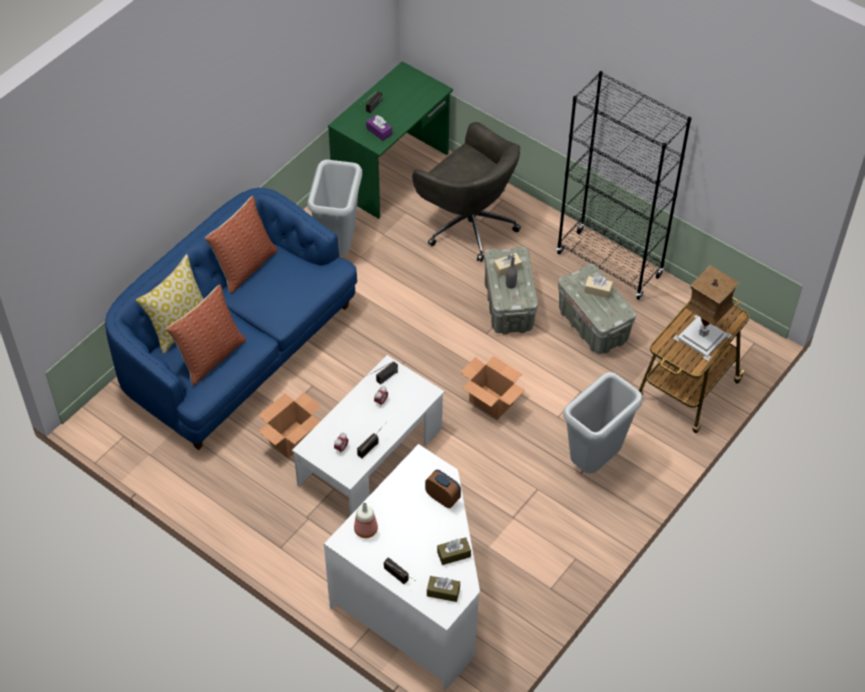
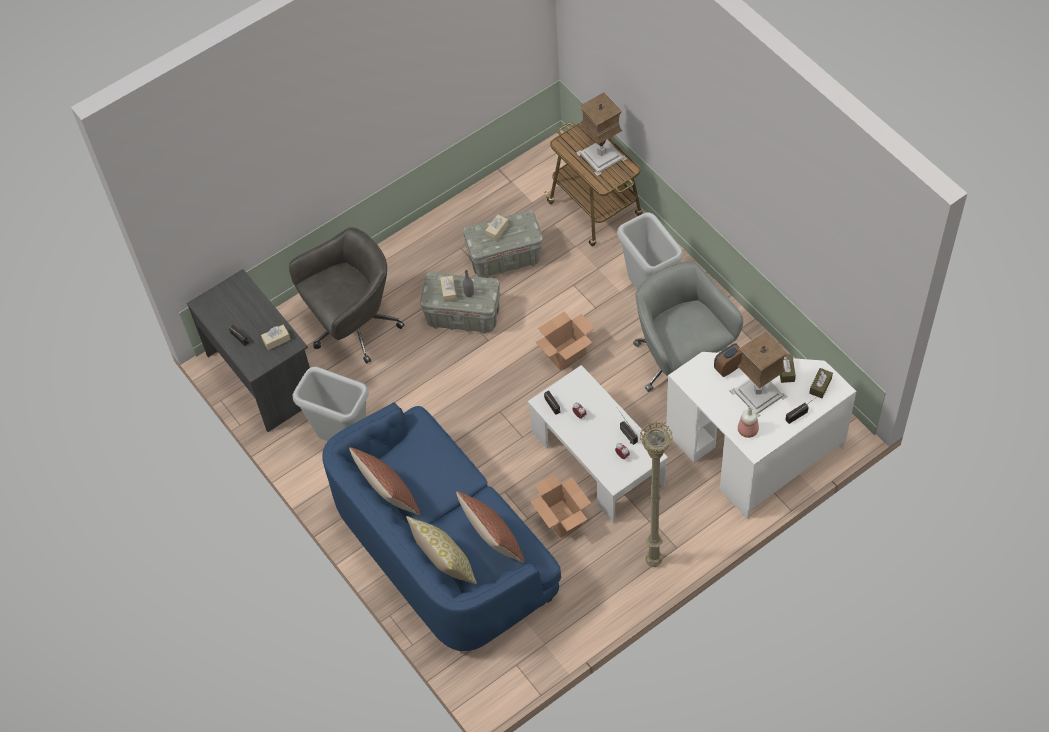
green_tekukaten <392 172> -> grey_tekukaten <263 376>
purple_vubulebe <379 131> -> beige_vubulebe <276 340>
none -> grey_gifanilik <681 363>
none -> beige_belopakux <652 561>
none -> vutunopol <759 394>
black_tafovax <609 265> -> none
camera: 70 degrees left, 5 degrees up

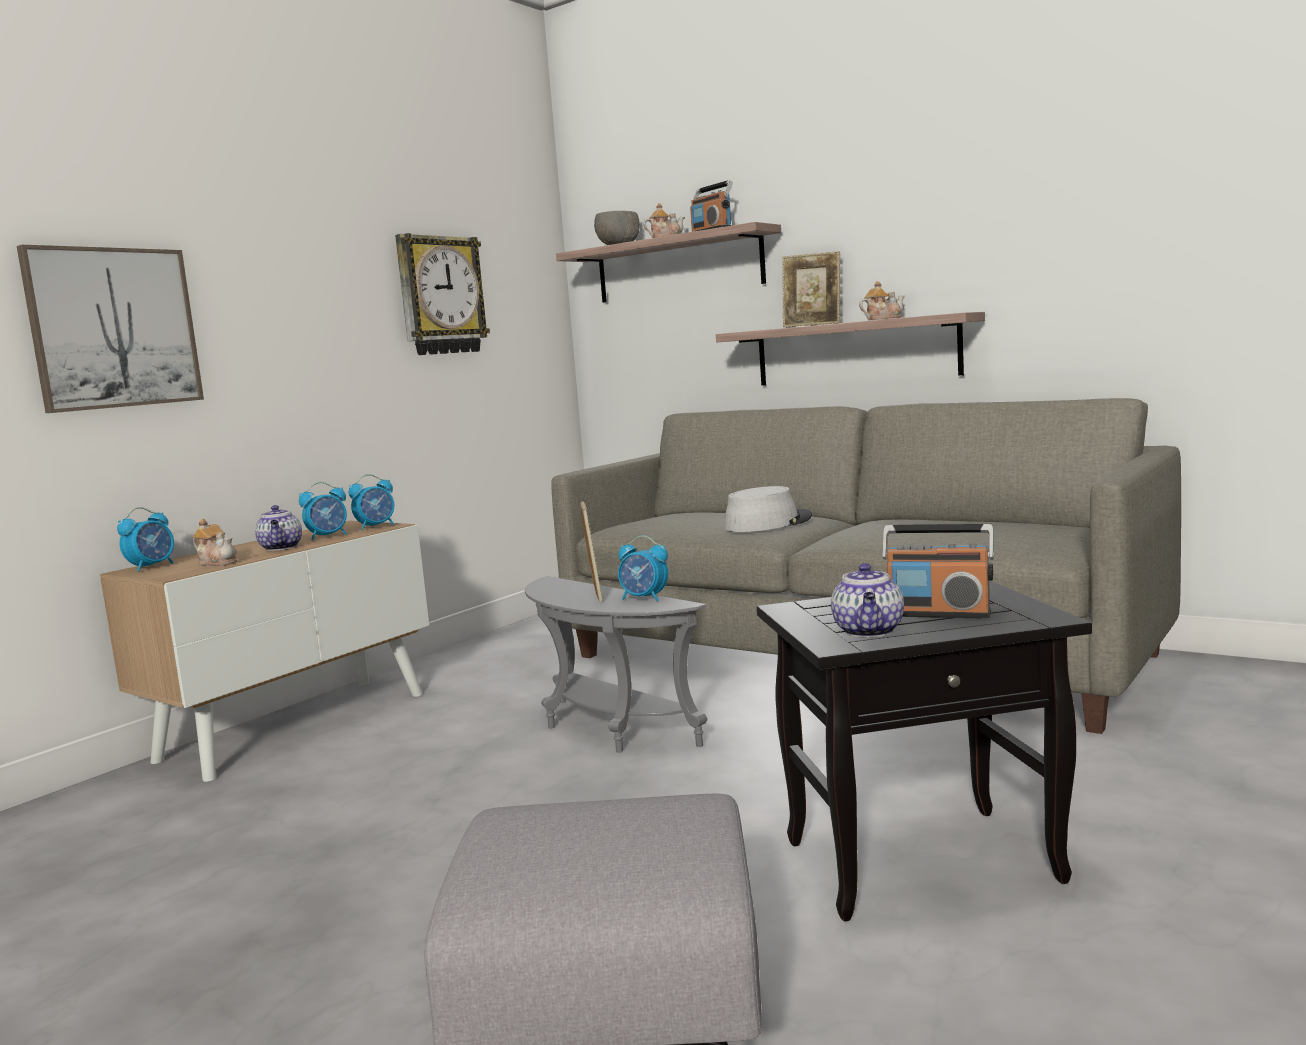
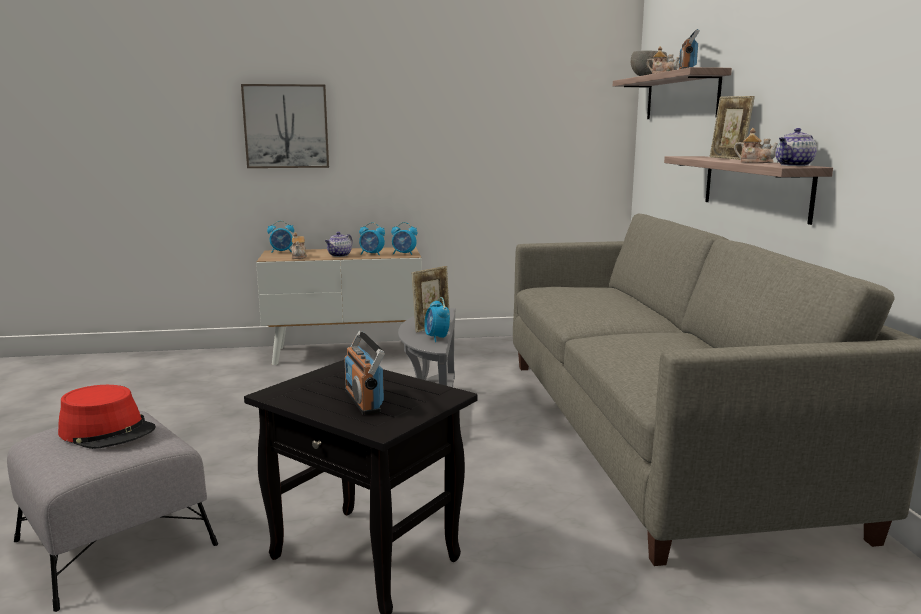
none -> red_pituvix <108 431>
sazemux <869 631> -> sazemux <794 165>, move
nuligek <440 295> -> none
grey_pituvix <768 523> -> none
camera: 45 degrees right, 5 degrees up

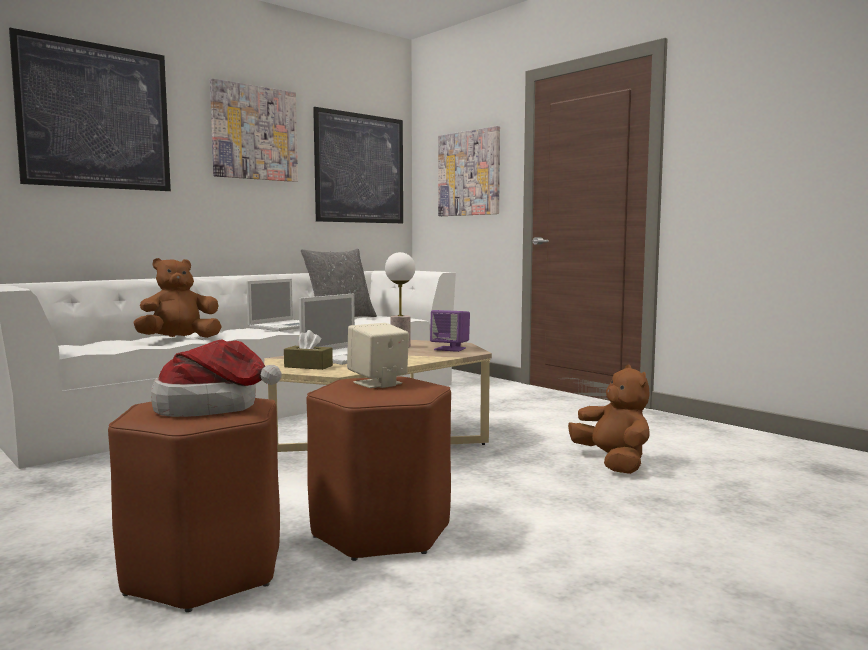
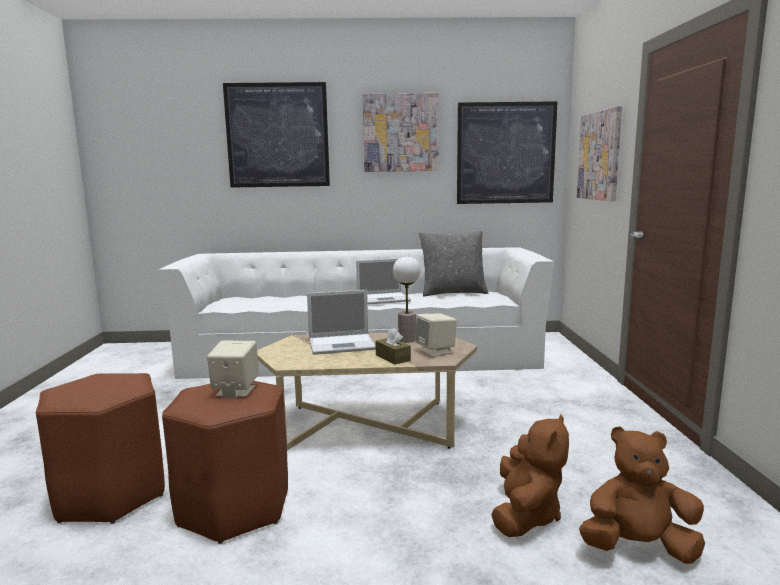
brown_vubulebe <308 366> -> brown_vubulebe <392 358>, move
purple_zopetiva <450 349> -> beige_zopetiva <435 351>
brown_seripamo <179 339> -> brown_seripamo <638 548>, move
pituvix <214 407> -> none
camera: 40 degrees right, 5 degrees up

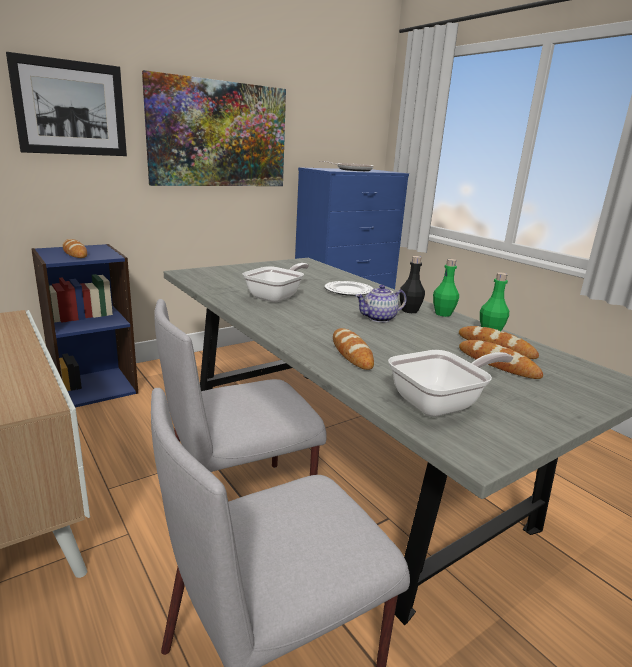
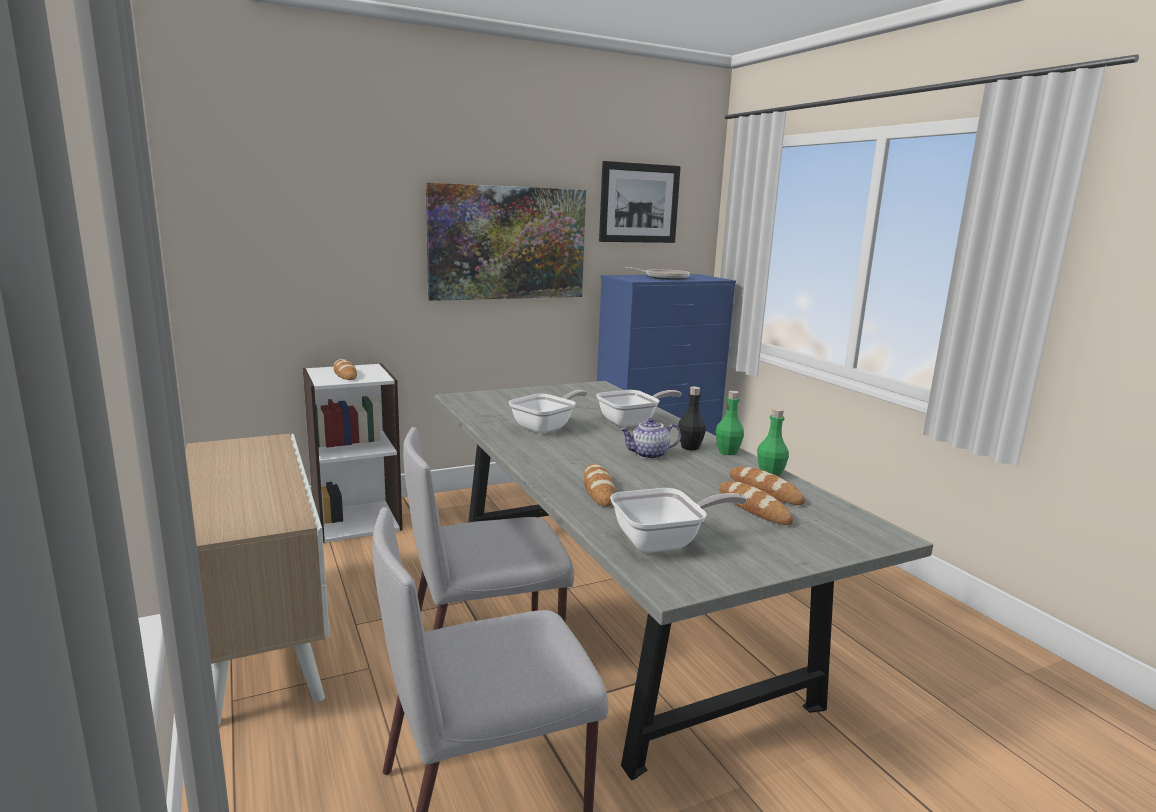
blue_tafovax <94 387> -> white_tafovax <356 520>
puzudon <349 290> -> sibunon <632 422>
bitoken <71 108> -> bitoken <639 203>, move
camera: 10 degrees right, 5 degrees down

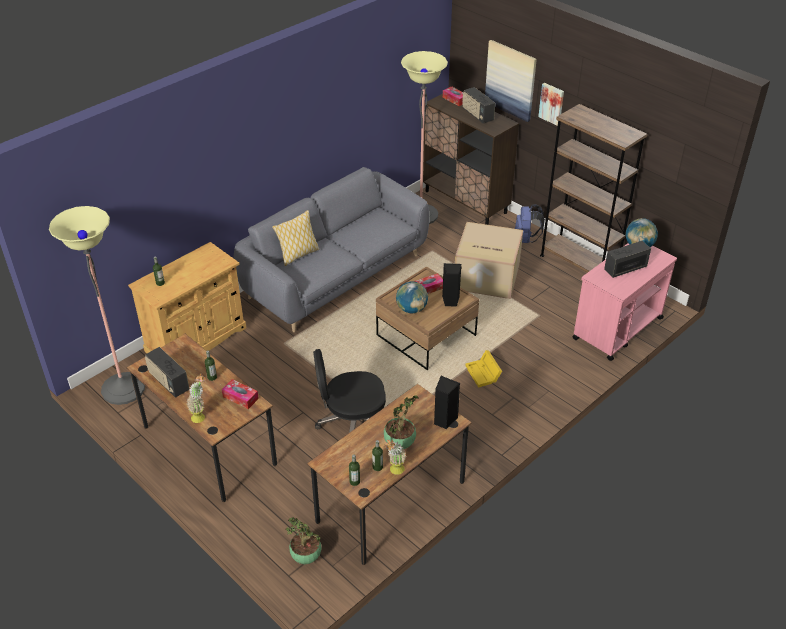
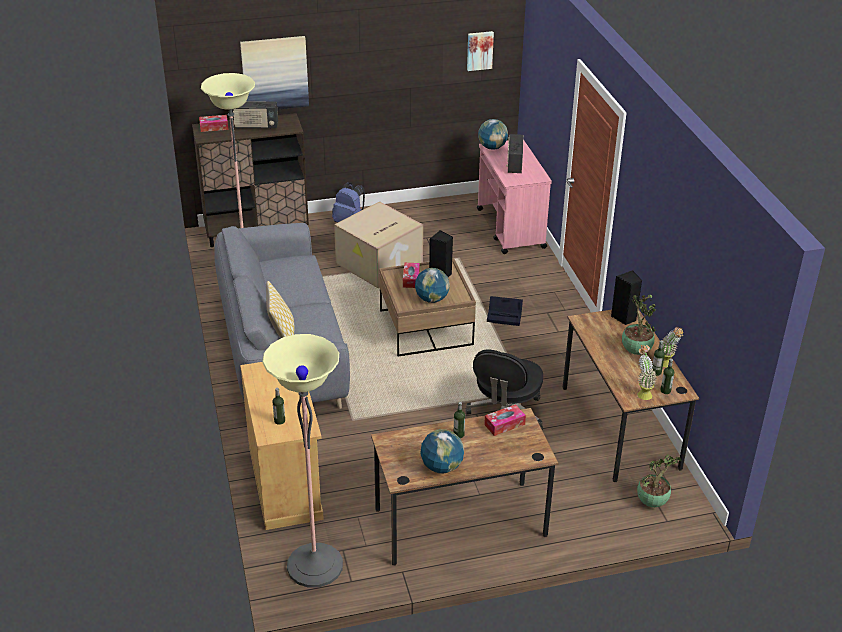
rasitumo <168 382> -> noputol <441 467>
bitoken <552 103> -> bitoken <479 50>, move
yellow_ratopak <483 374> -> black_ratopak <505 316>
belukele <200 415> -> belukele <642 393>, move
brown_tafovax <578 264> -> none
camera: 60 degrees left, 5 degrees down

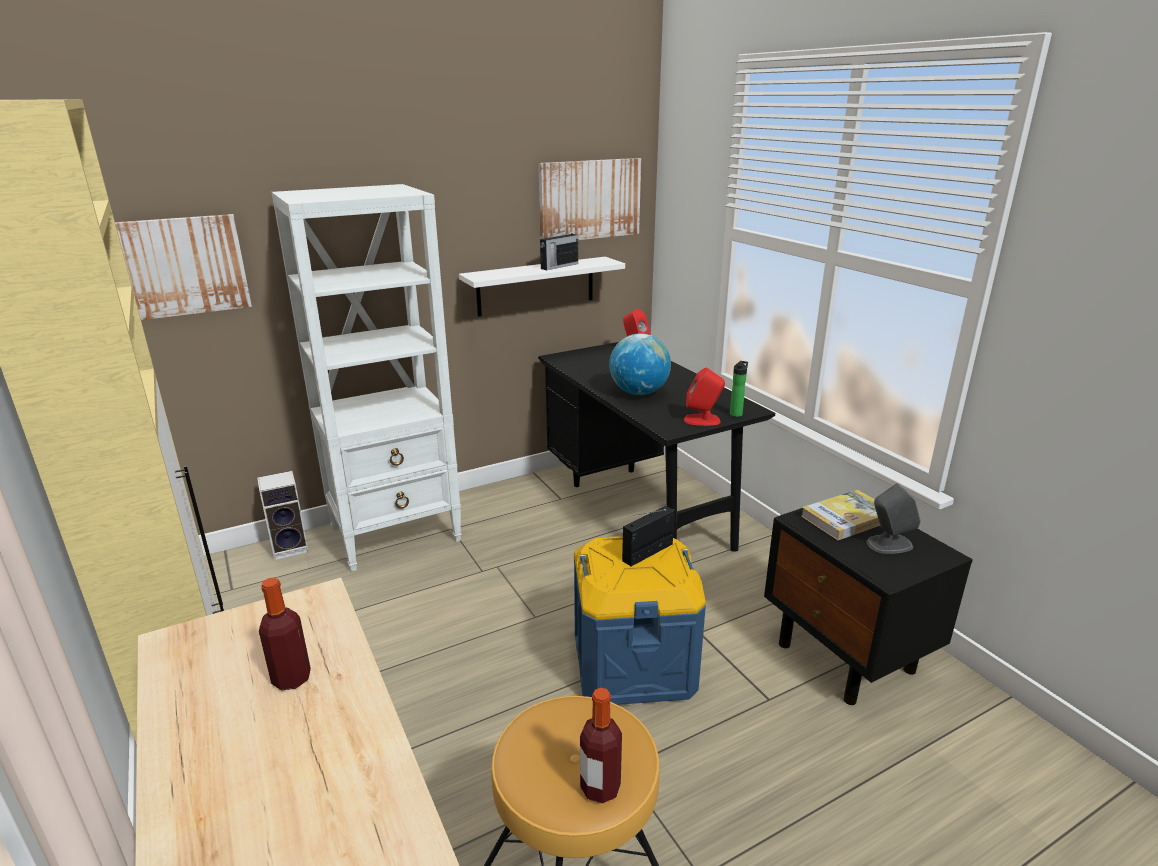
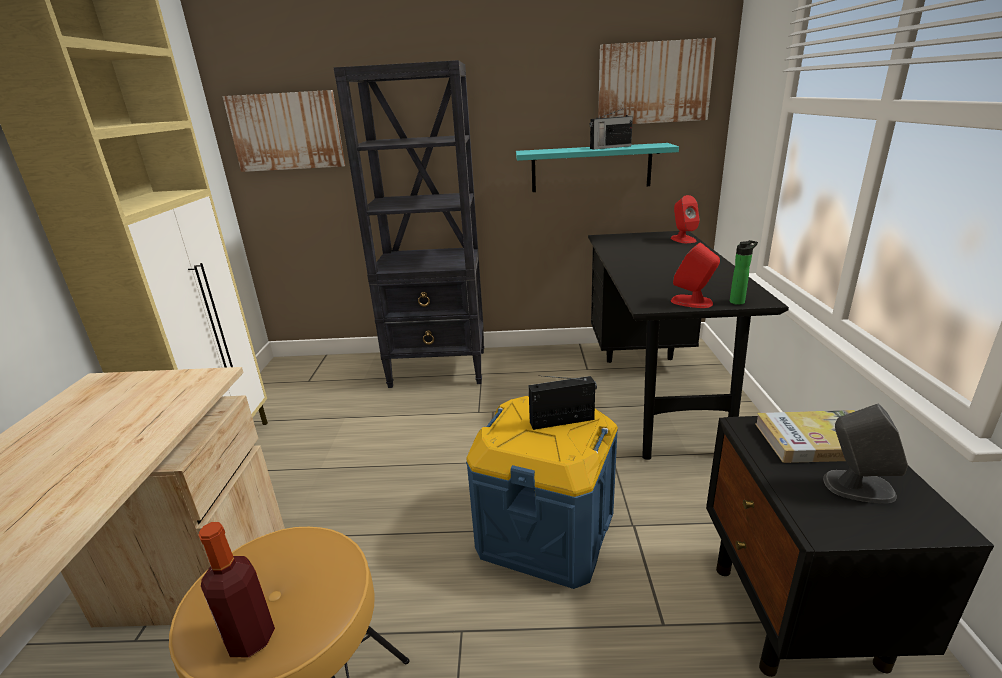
white_tafovax <397 534> -> black_tafovax <439 369>
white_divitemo <536 286> -> turquoise_divitemo <591 168>
zopetiva <291 548> -> none
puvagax <291 678> -> none
noputol <639 392> -> none
camera: 30 degrees right, 0 degrees up

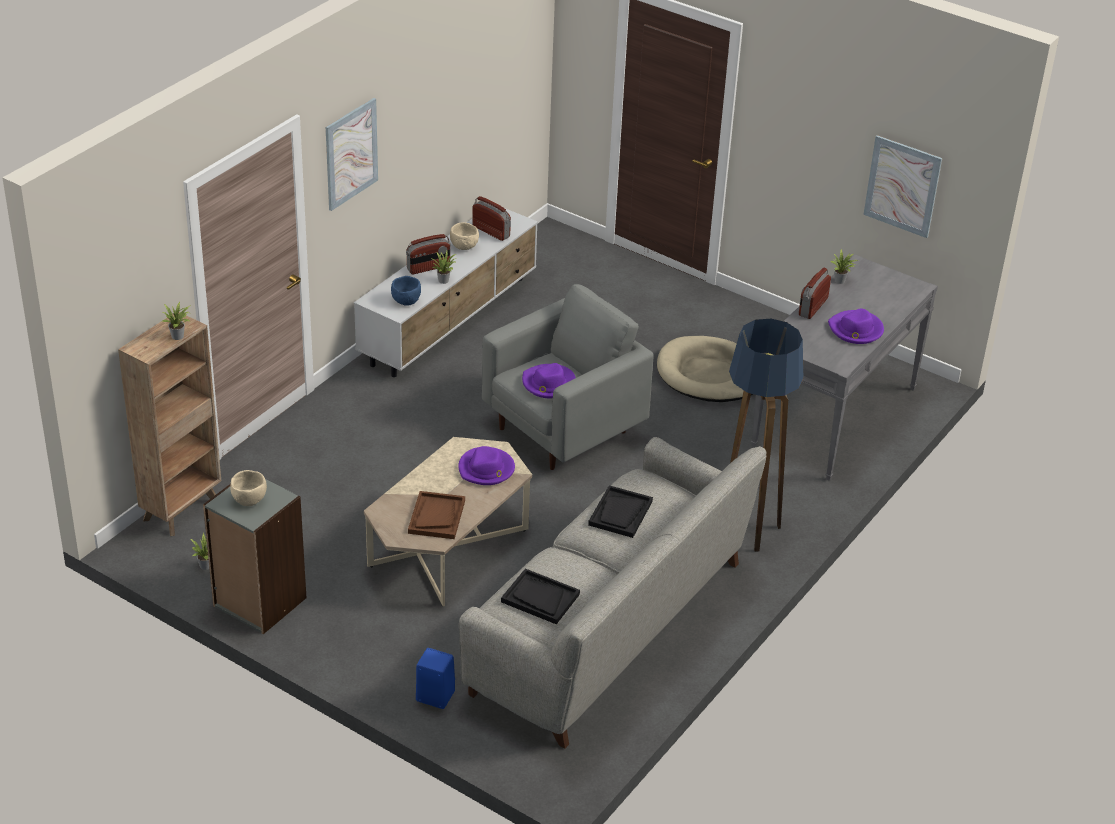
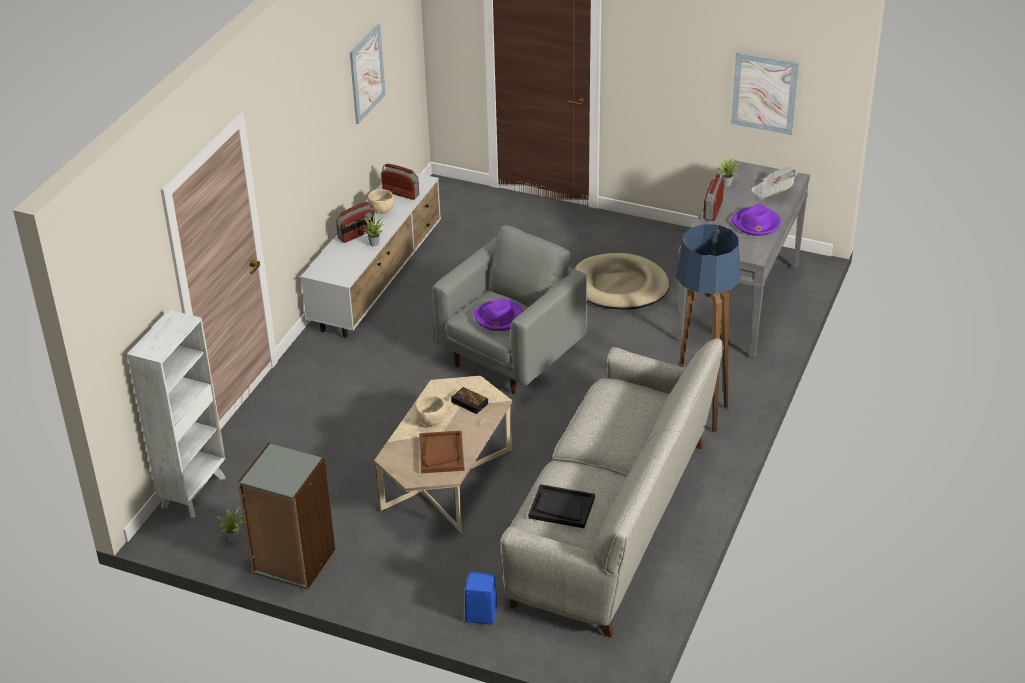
brown_tafovax <182 509> -> white_tafovax <194 491>
bitoken <351 154> -> bitoken <366 73>, move
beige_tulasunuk <249 499> -> beige_tulasunuk <431 420>, move
purple_pituvix <486 469> -> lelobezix <470 403>
none -> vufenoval <773 192>
belukele <179 336> -> none
blue_tulasunuk <406 301> -> none
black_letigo <620 513> -> none
camera: 10 degrees left, 0 degrees up

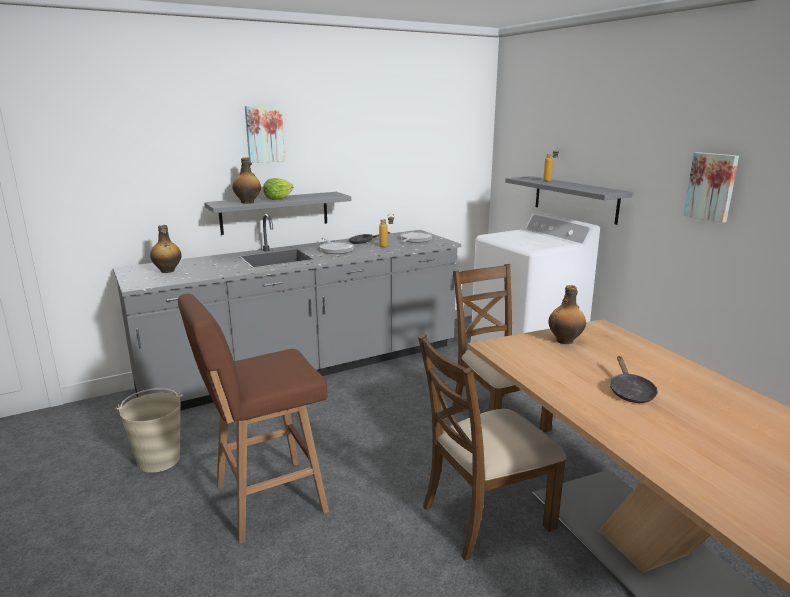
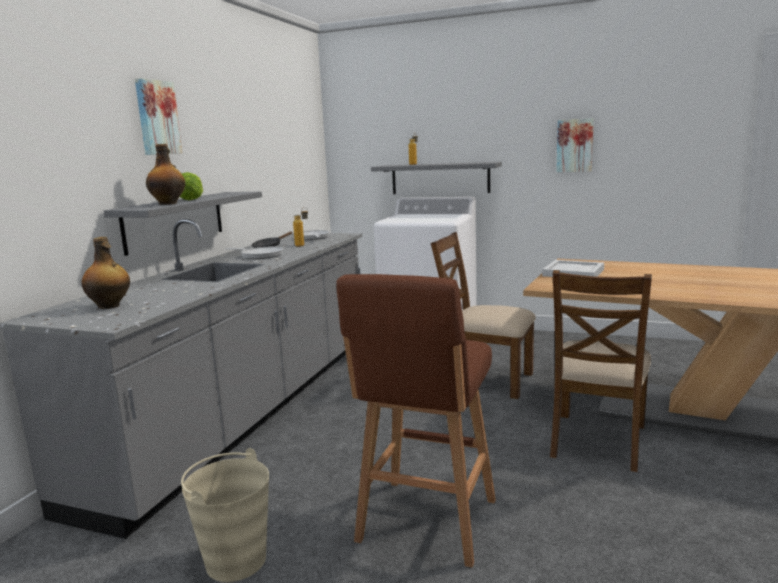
puvagax <565 341> -> white_letigo <574 272>
black_sibunon <630 392> -> none
camera: 40 degrees left, 5 degrees down

